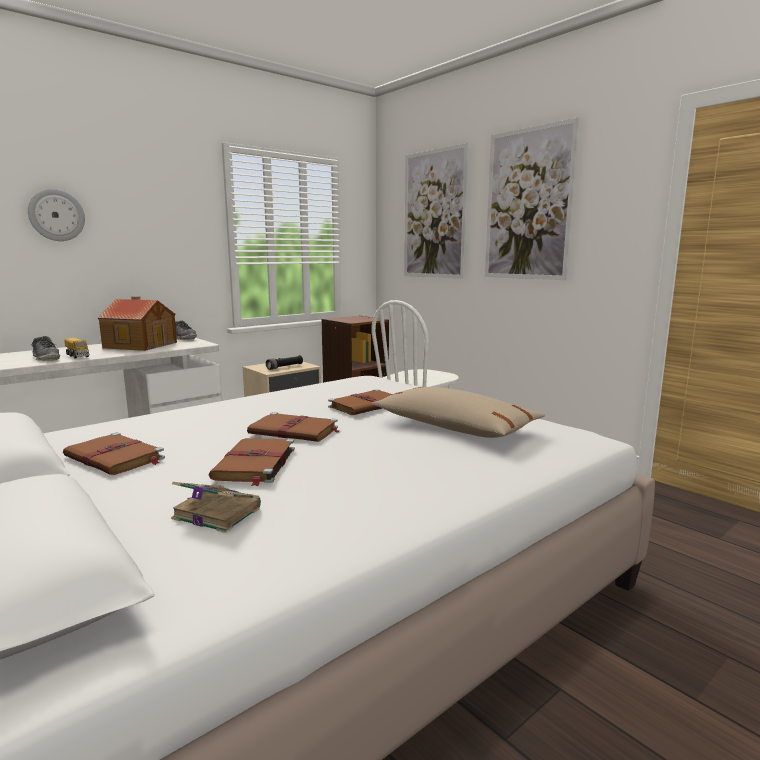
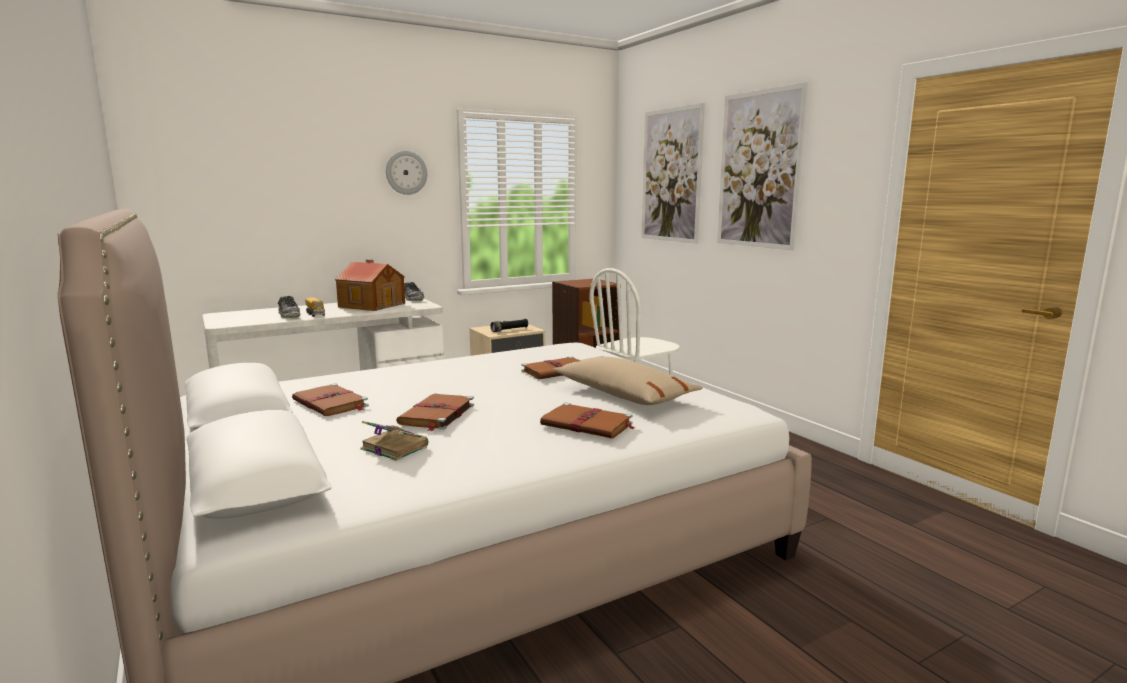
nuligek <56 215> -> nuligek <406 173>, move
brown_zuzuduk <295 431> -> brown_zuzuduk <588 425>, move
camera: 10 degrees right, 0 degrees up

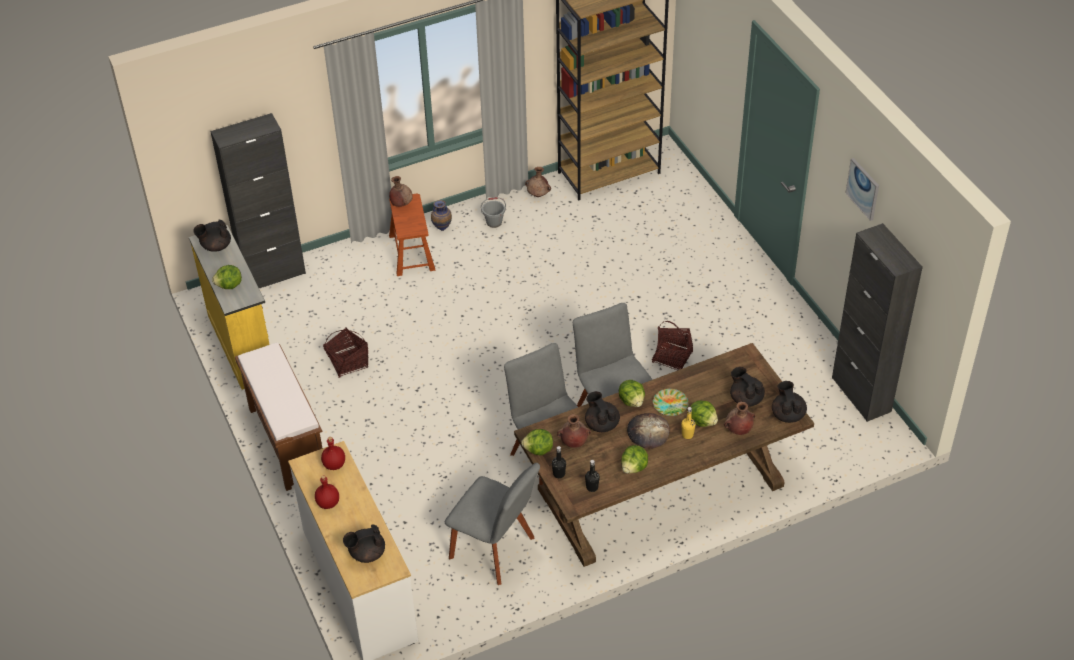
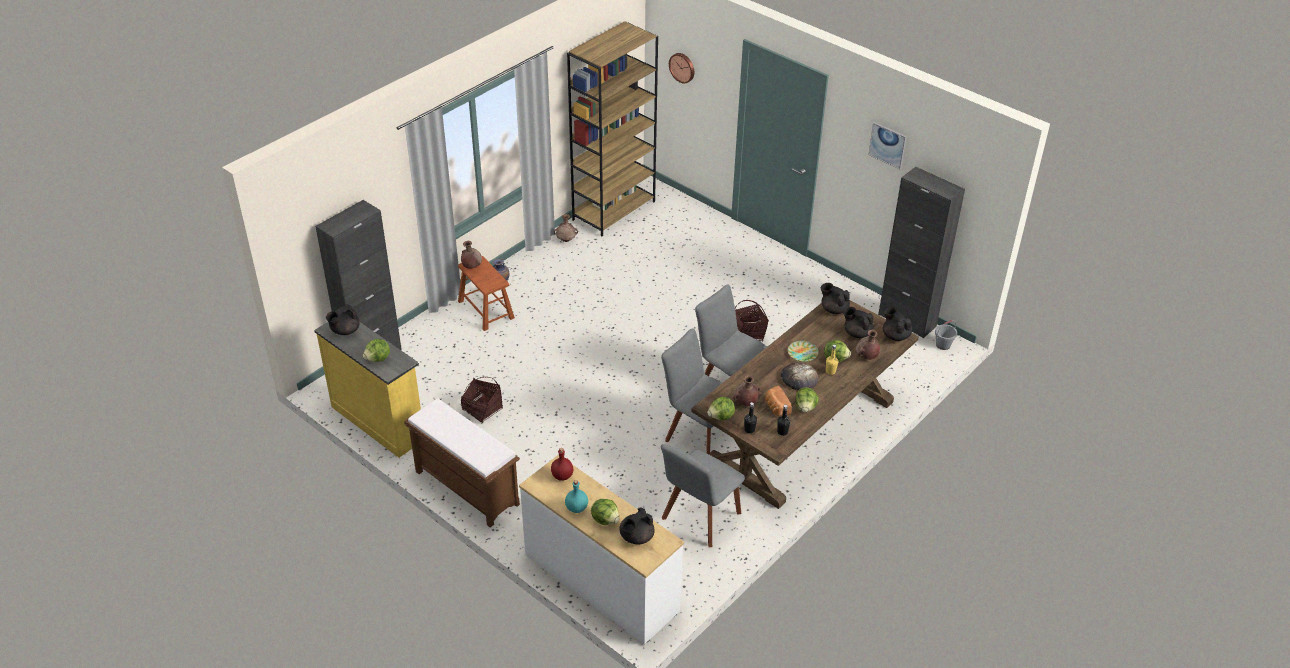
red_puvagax <327 503> -> turquoise_puvagax <576 508>
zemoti <632 401> -> zemoti <605 519>, move
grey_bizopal <495 550> -> grey_bizopal <699 518>, 120 degrees clockwise
none -> nuligek <682 67>
none -> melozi <776 408>
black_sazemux <601 424> -> black_sazemux <834 309>, move
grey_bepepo <494 222> -> grey_bepepo <943 345>, move
camera: 25 degrees left, 5 degrees down

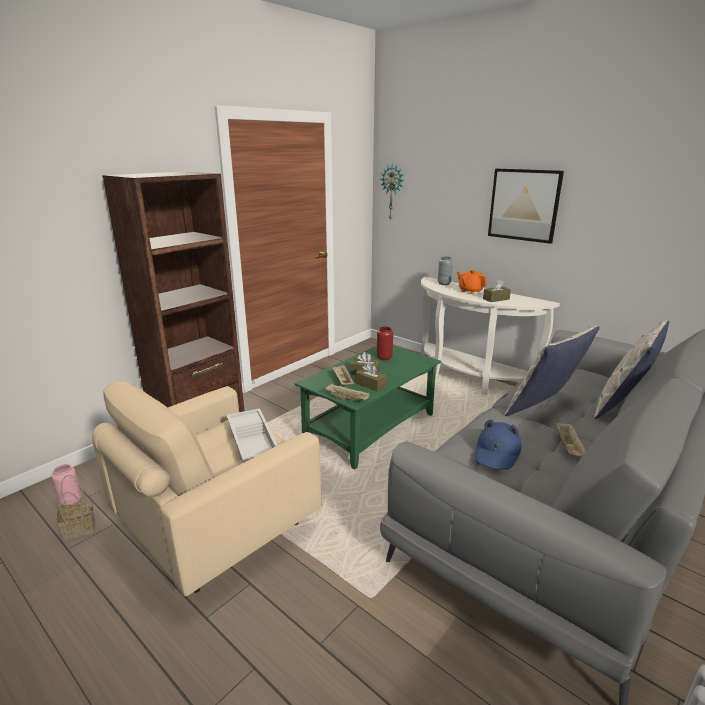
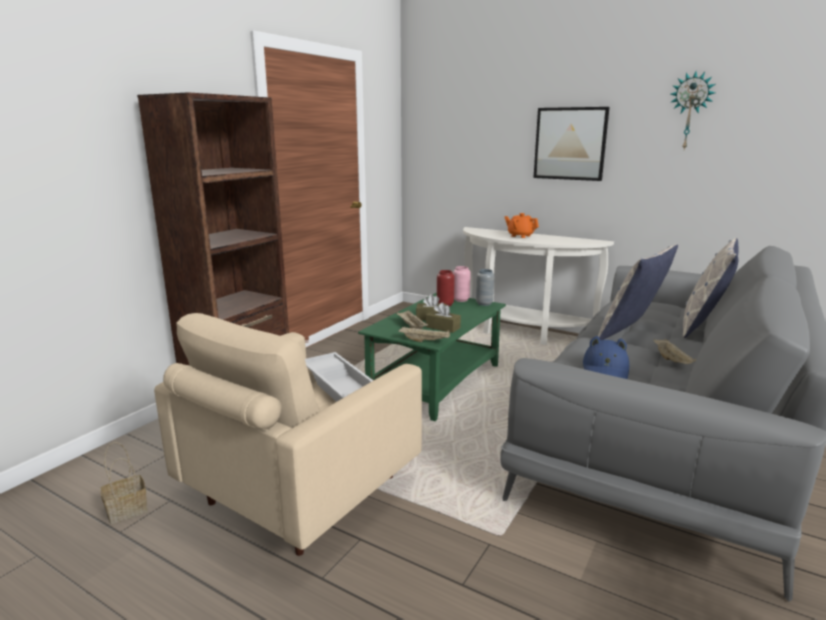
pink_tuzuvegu <71 501> -> pink_tuzuvegu <461 300>, move
grey_tuzuvegu <444 284> -> grey_tuzuvegu <484 303>, move
nuligek <392 192> -> nuligek <690 111>, move
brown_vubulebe <496 299> -> none
camera: 10 degrees left, 5 degrees down

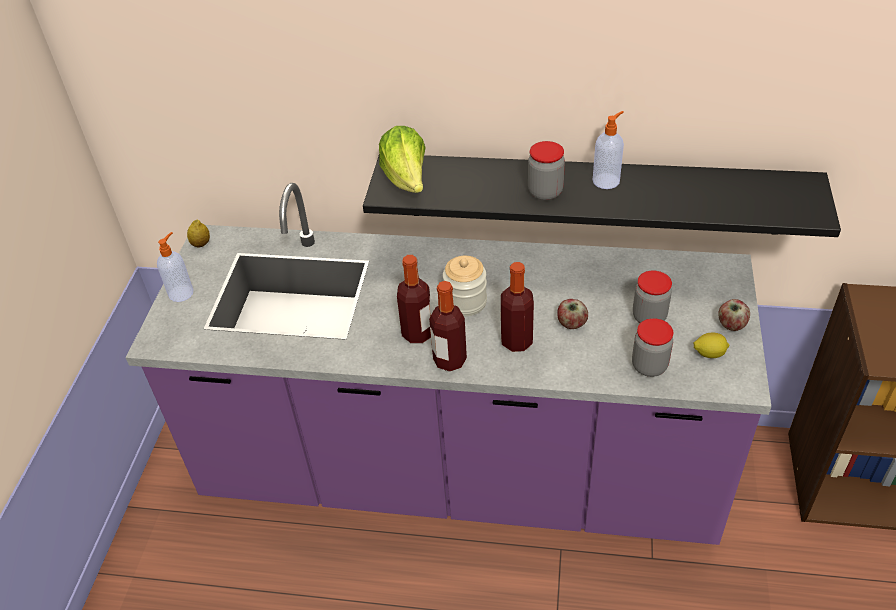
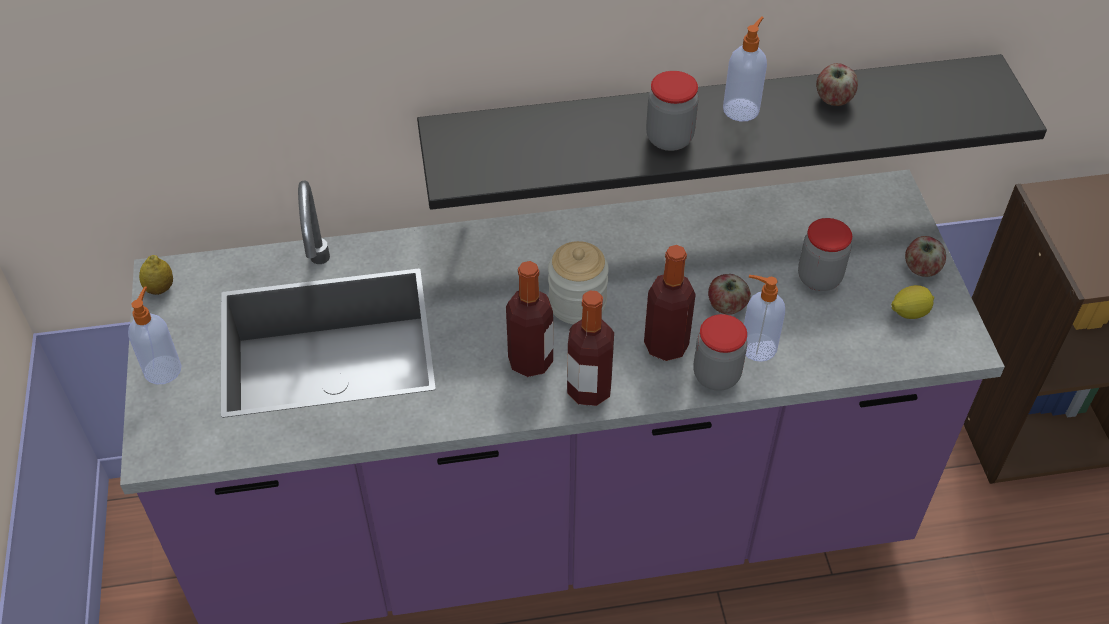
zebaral <649 366> -> zebaral <716 375>, move
none -> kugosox <756 347>
none -> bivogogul <833 99>
zemoti <407 180> -> none
camera: 20 degrees left, 5 degrees up

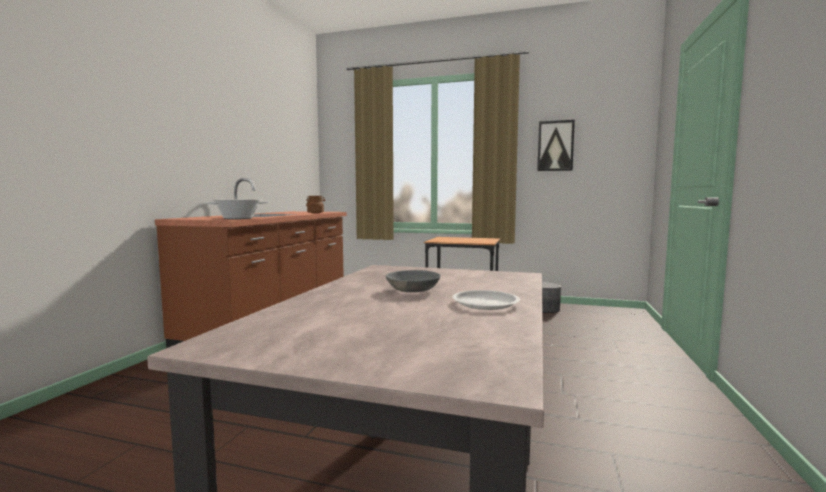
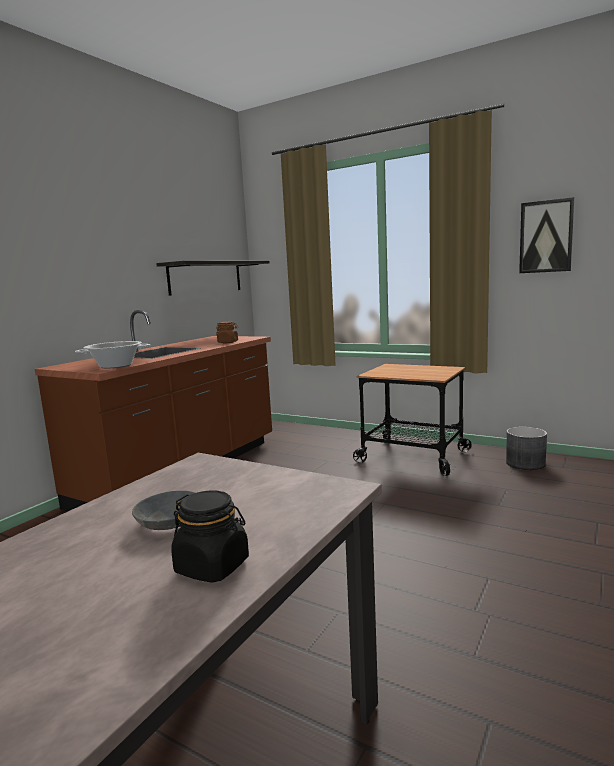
none -> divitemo <205 277>
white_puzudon <485 304> -> black_zebaral <212 566>
camera: 15 degrees right, 5 degrees up

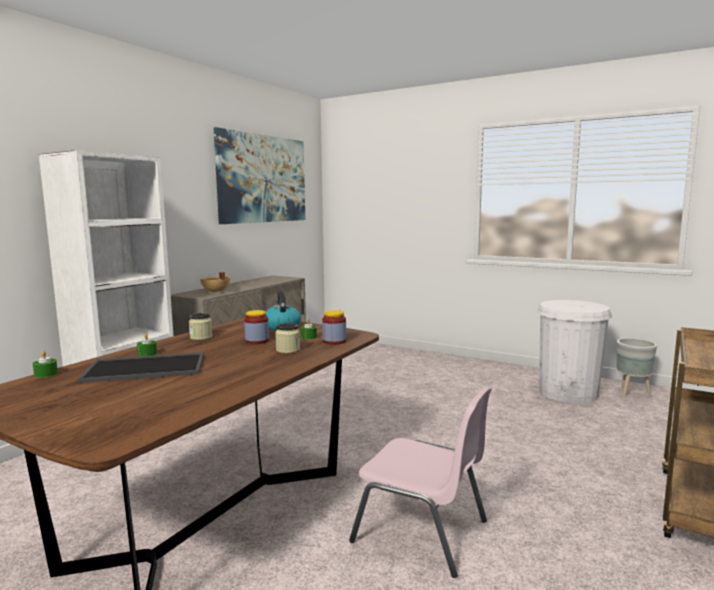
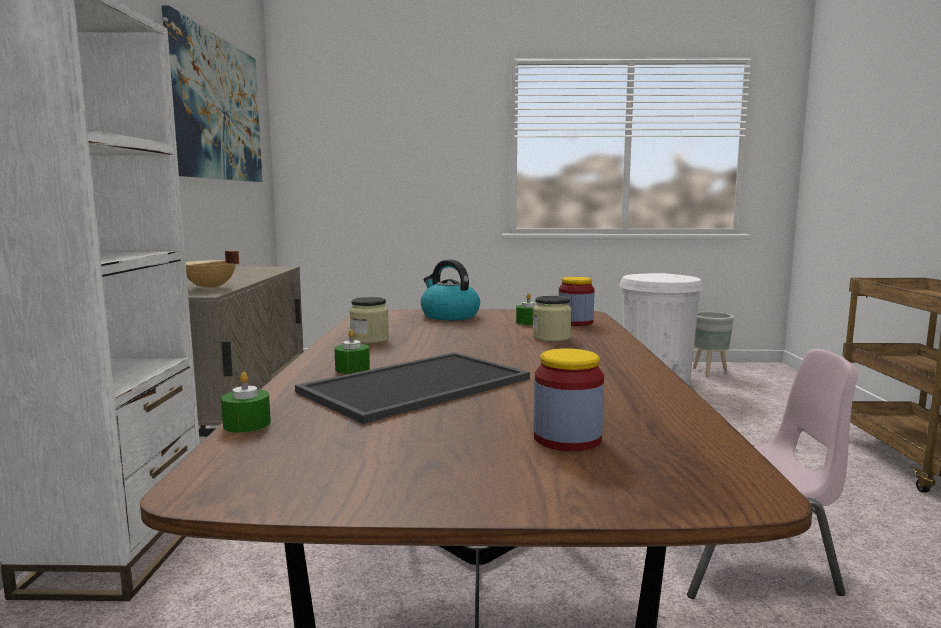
zebaral <257 341> -> zebaral <567 439>, move
camera: 30 degrees left, 0 degrees up

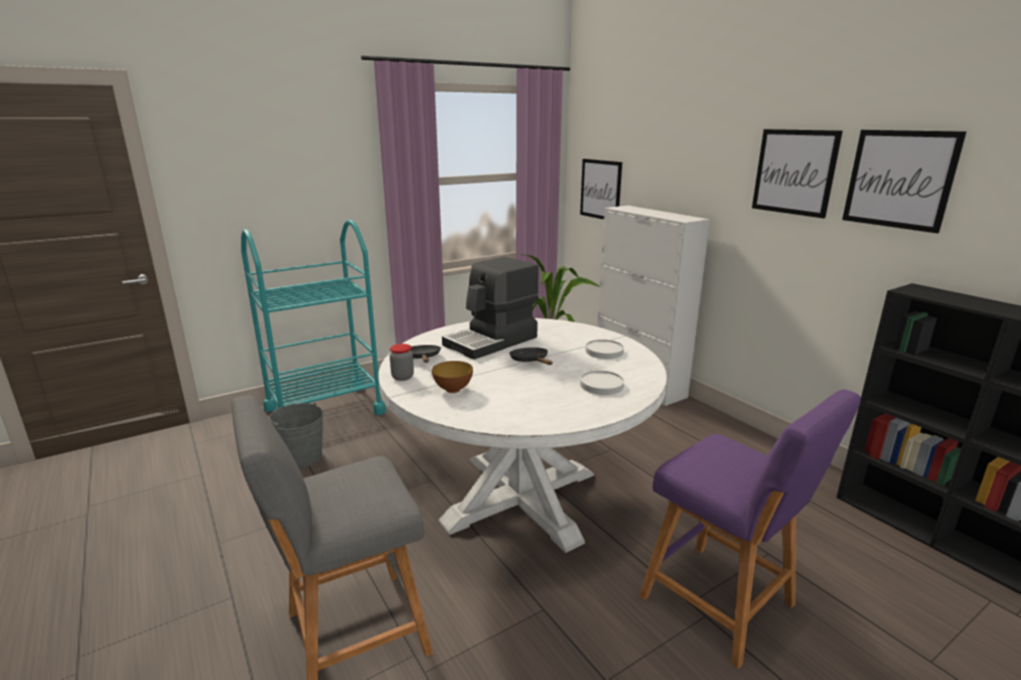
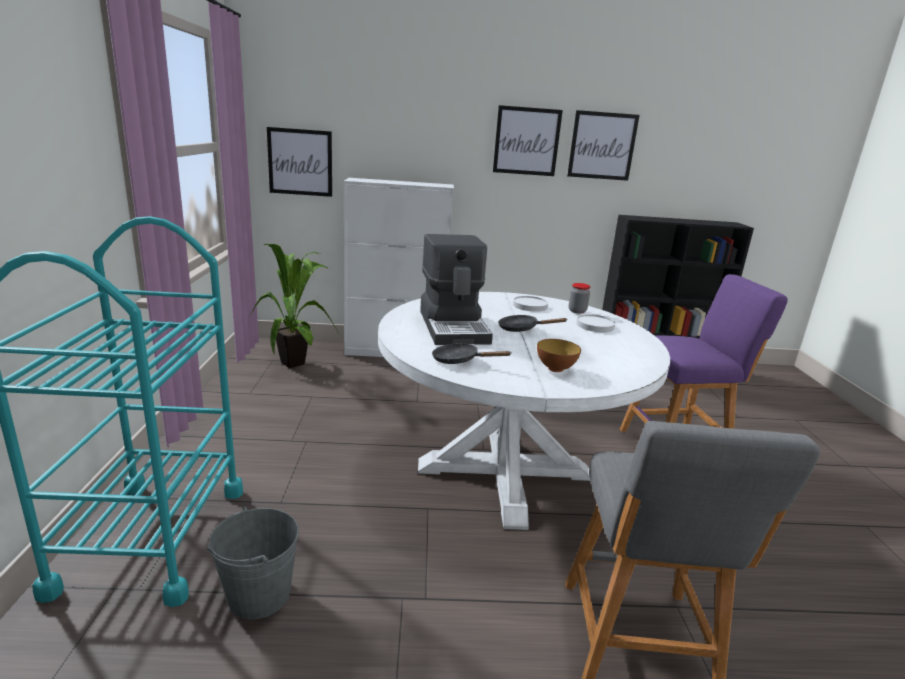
zebaral <402 377> -> zebaral <577 311>, move
camera: 60 degrees left, 0 degrees up

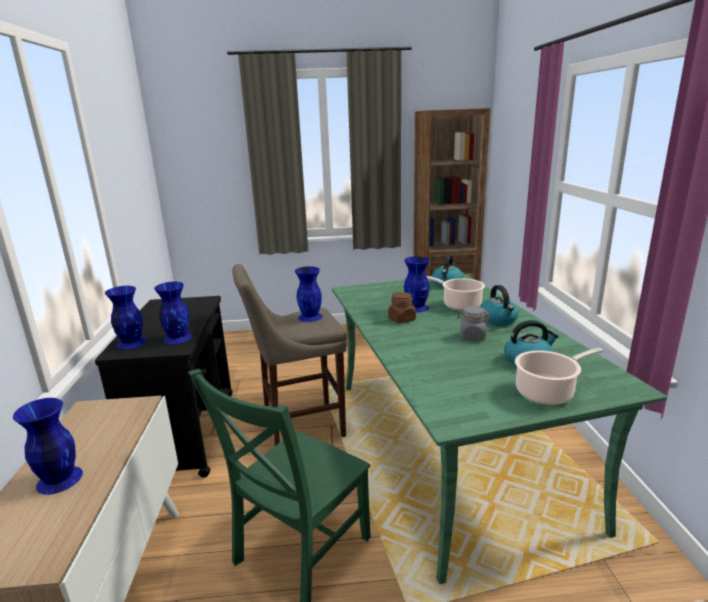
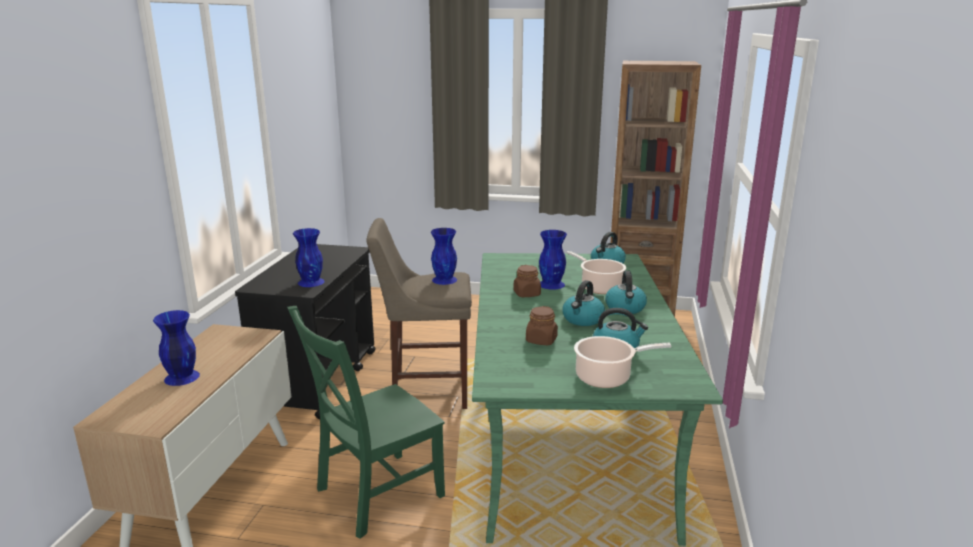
none -> brown_zebaral <541 340>
grey_zebaral <472 336> -> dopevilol <583 319>
blue_tuzuvegu <131 342> -> none
camera: 15 degrees right, 0 degrees up

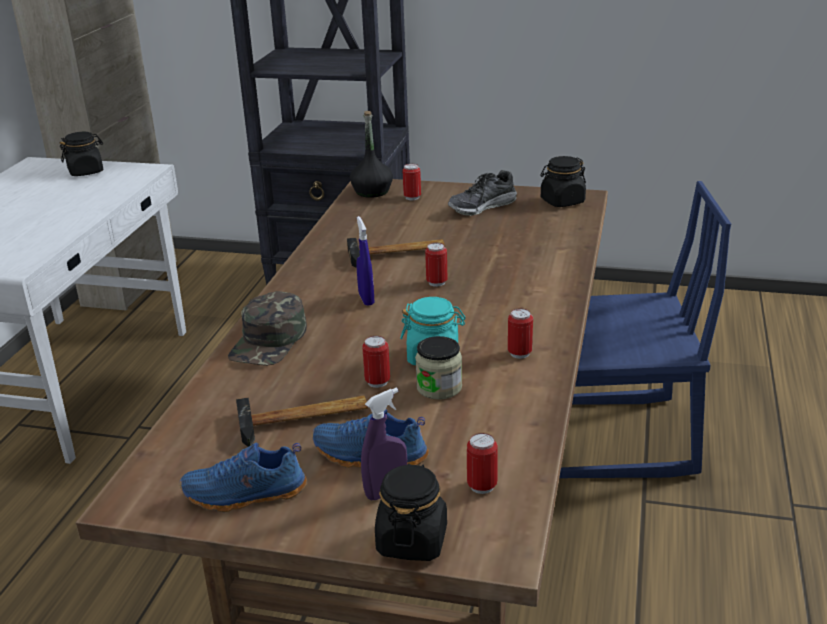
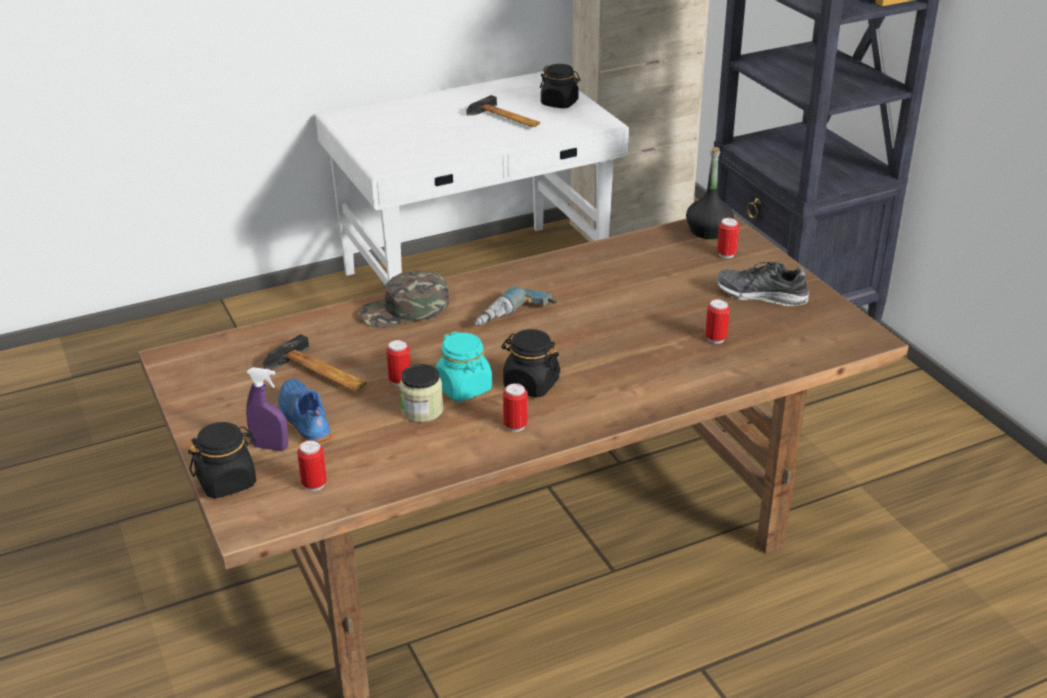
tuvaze <397 254> -> tuvaze <505 119>, move
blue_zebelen <366 299> -> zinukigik <514 319>
black_zebaral <562 201> -> black_zebaral <530 384>, move
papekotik <436 282> -> papekotik <715 338>, move
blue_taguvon <245 495> -> none
blue_bizopal <614 439> -> none
camera: 50 degrees right, 5 degrees up

